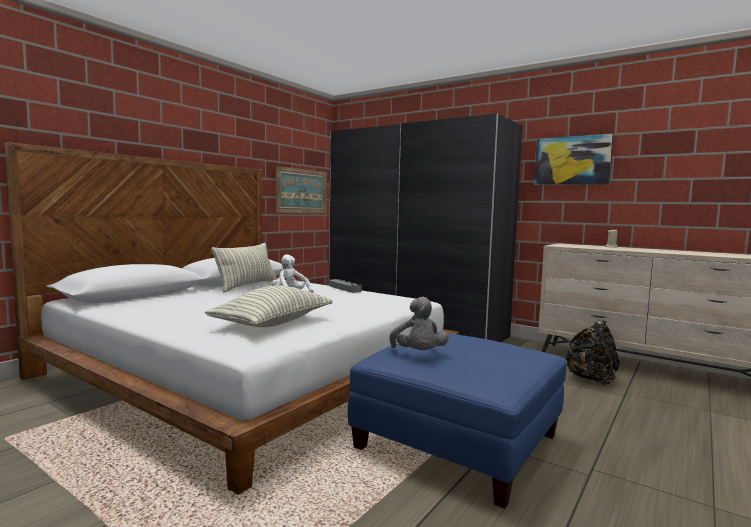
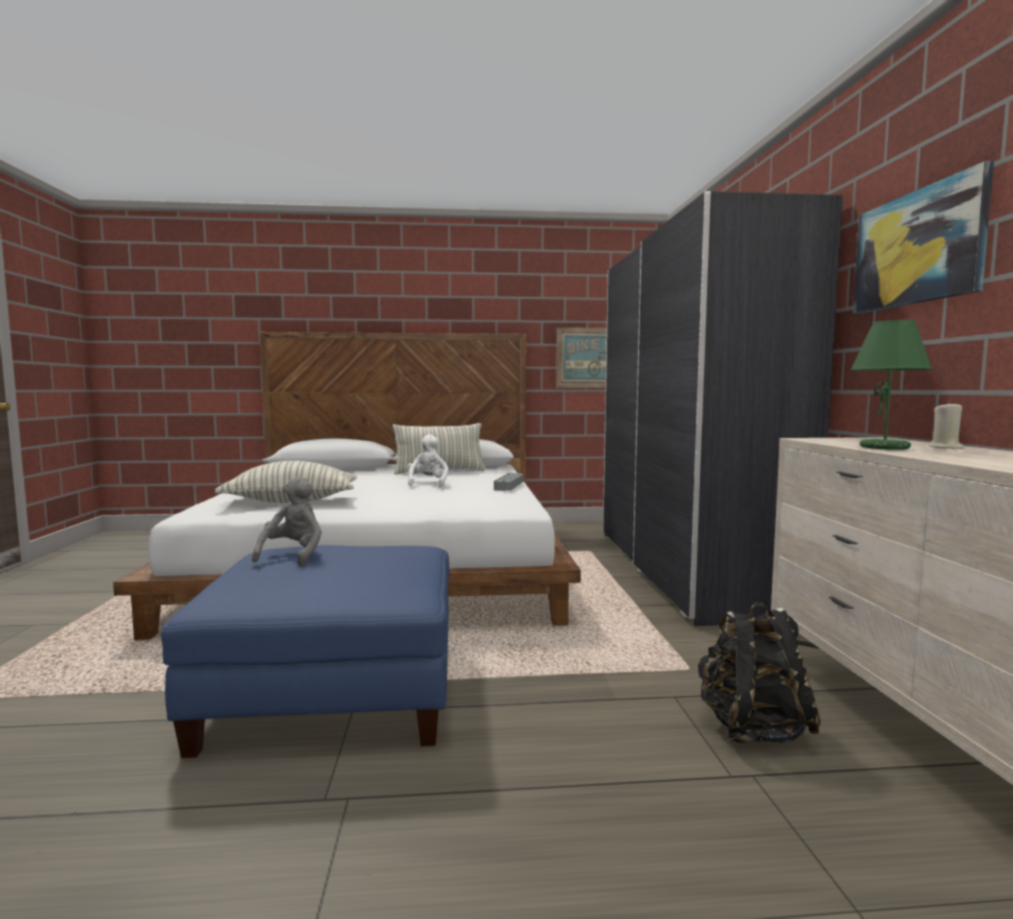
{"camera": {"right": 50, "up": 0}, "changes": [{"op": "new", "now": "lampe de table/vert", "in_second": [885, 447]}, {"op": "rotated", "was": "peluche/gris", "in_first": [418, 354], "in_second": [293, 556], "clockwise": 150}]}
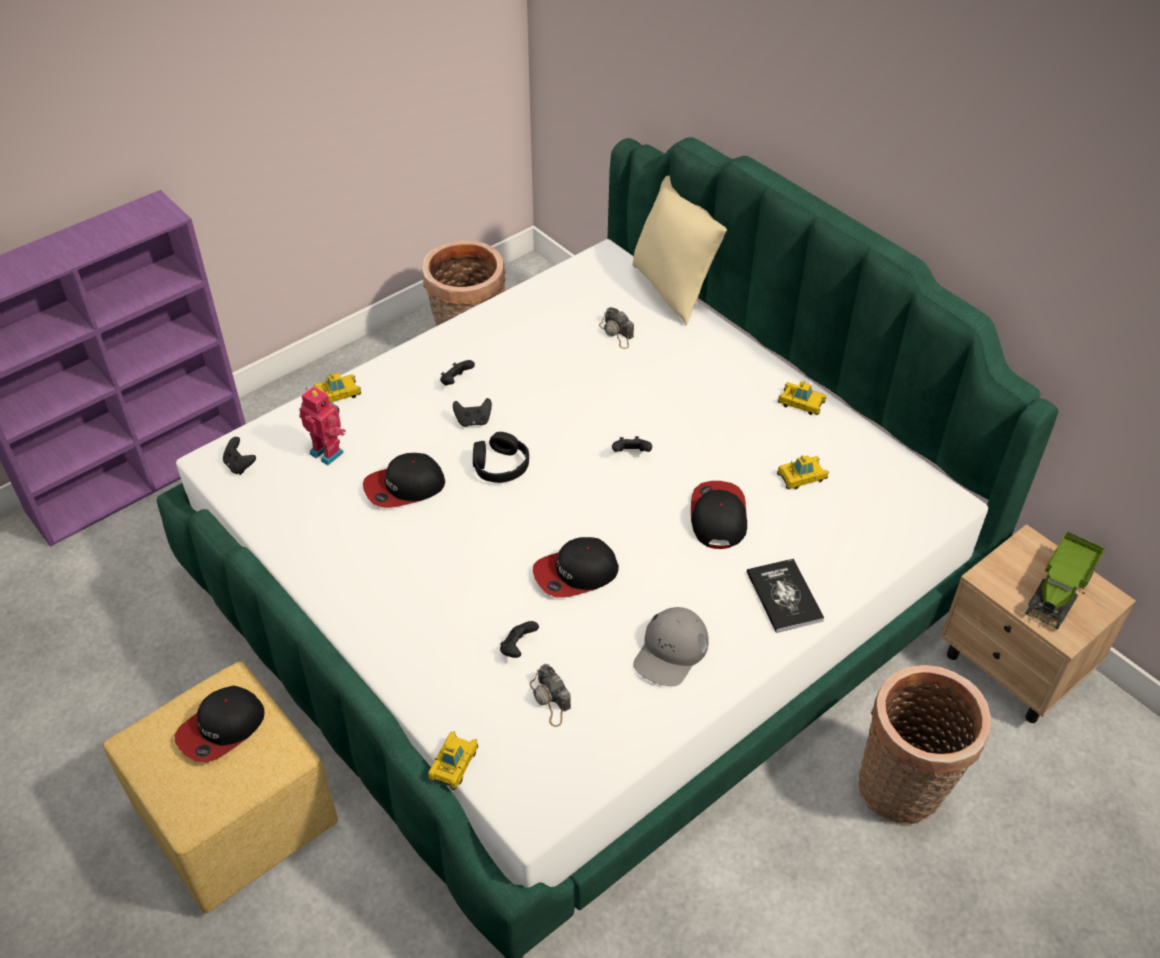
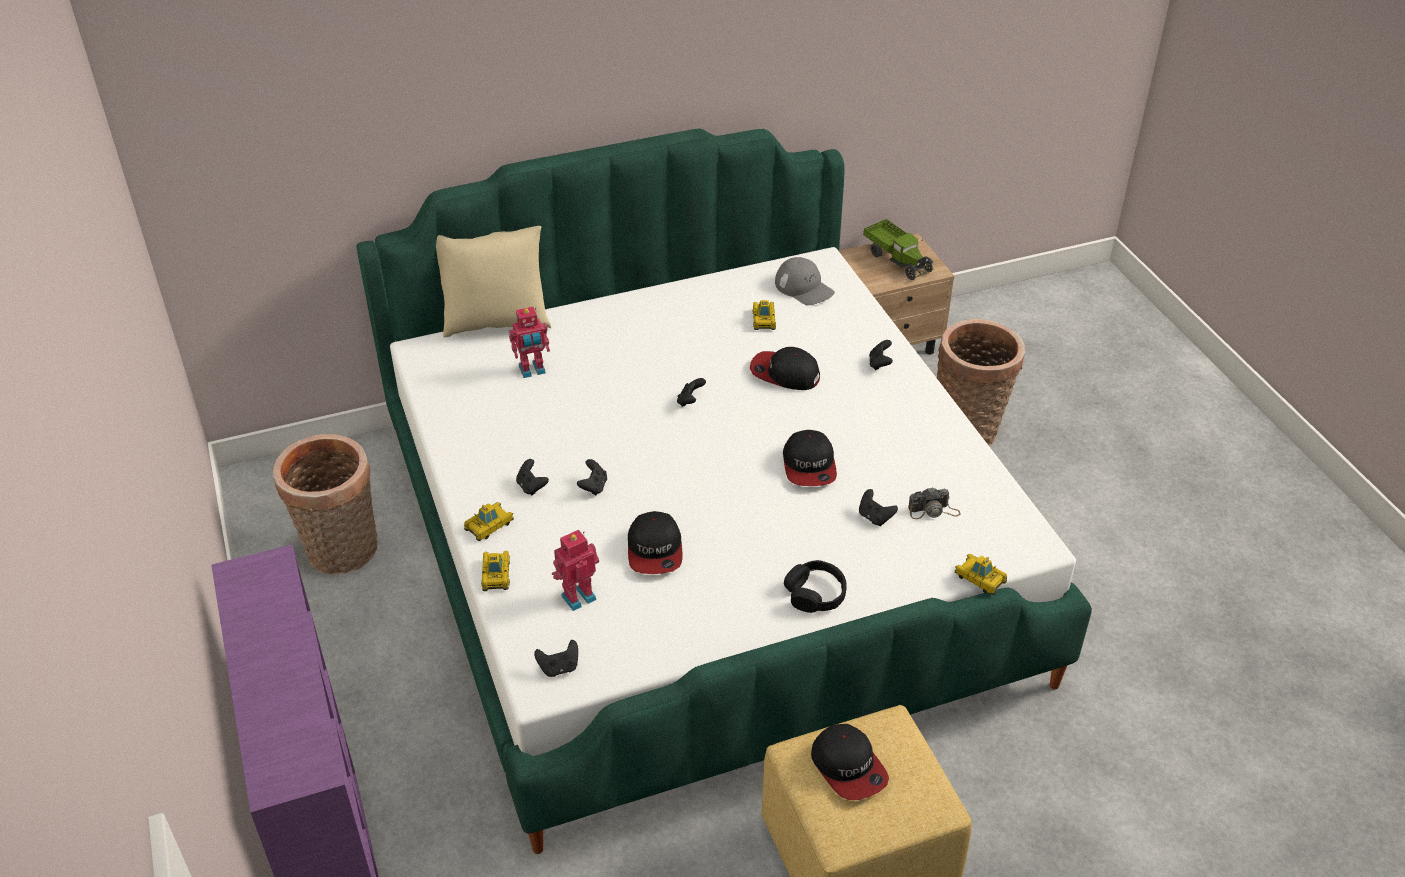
{"camera": {"right": -70, "up": -5}, "changes": [{"op": "shifted", "was": "casque audio/noir", "in_first": [500, 465], "in_second": [815, 594]}, {"op": "shifted", "was": "casquette/gris", "in_first": [670, 651], "in_second": [804, 287]}, {"op": "shifted", "was": "petite voiture", "in_first": [801, 403], "in_second": [489, 525]}, {"op": "swapped", "was": "appareil photo", "now": "robot jouet", "in_first": [617, 333], "in_second": [532, 370]}, {"op": "swapped", "was": "livre", "now": "manette/noir", "in_first": [784, 596], "in_second": [879, 364]}]}
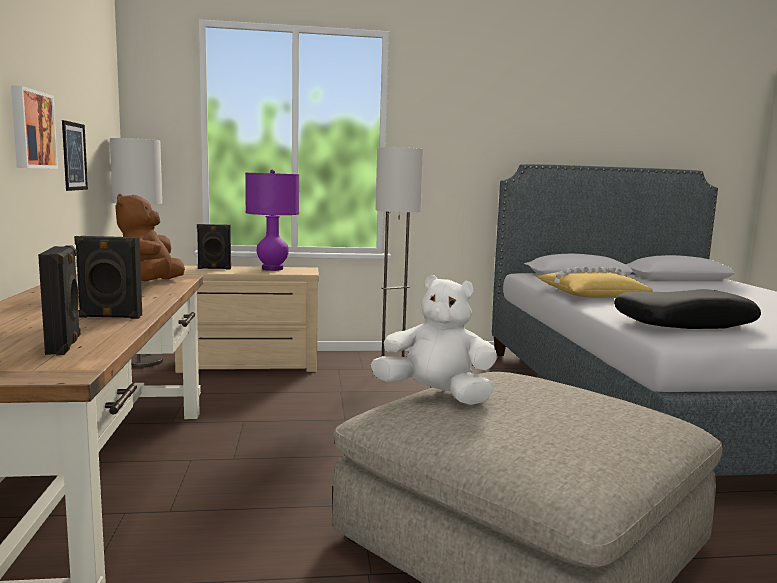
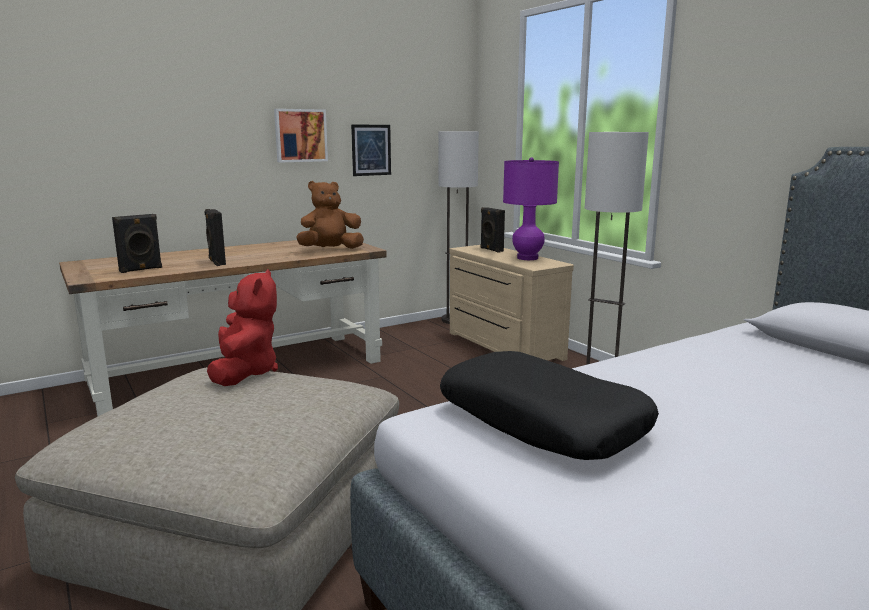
{"camera": {"right": 65, "up": 5}, "changes": [{"op": "gone", "was": "coussin/jaune", "in_first": [590, 294]}, {"op": "repainted", "was": "peluche/blanc", "now": "peluche/rouge", "in_first": [436, 395], "in_second": [245, 372]}]}
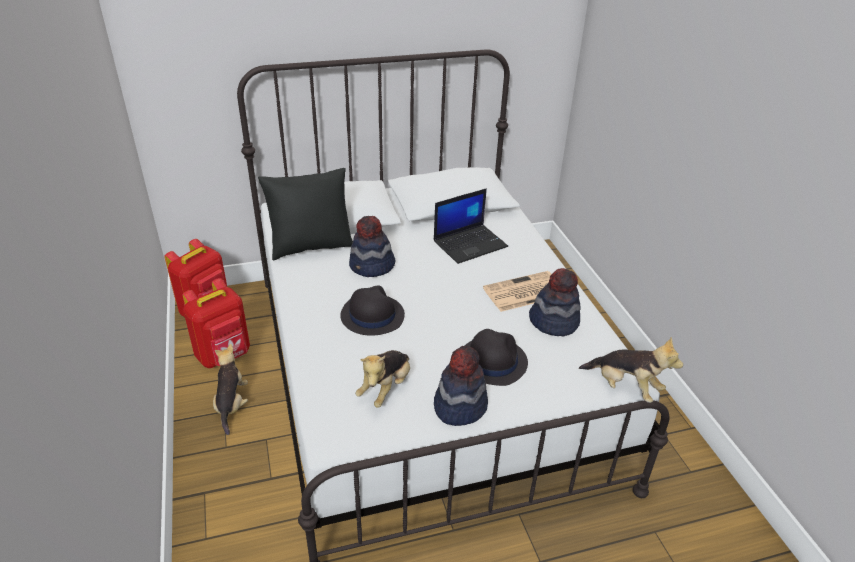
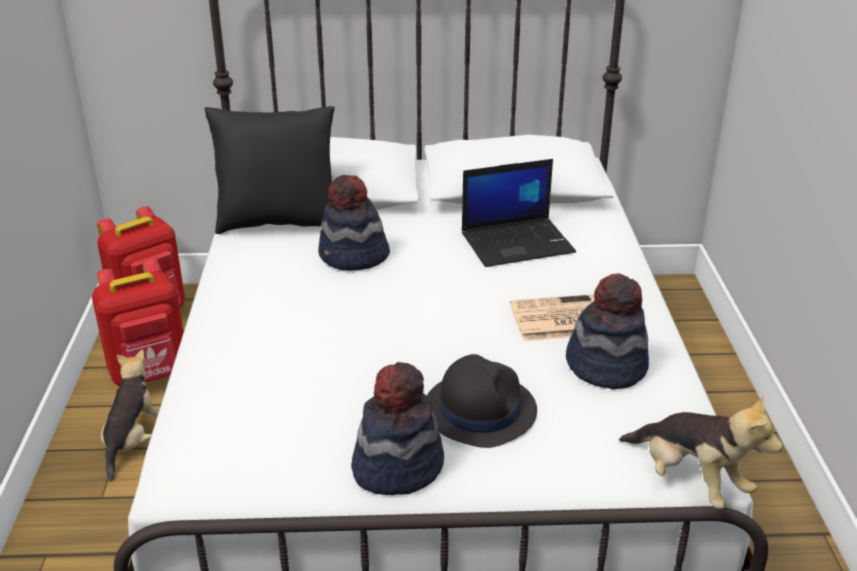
{"camera": {"right": 15, "up": -5}, "changes": [{"op": "gone", "was": "chapeau/noir", "in_first": [372, 315]}, {"op": "gone", "was": "peluche", "in_first": [386, 388]}]}
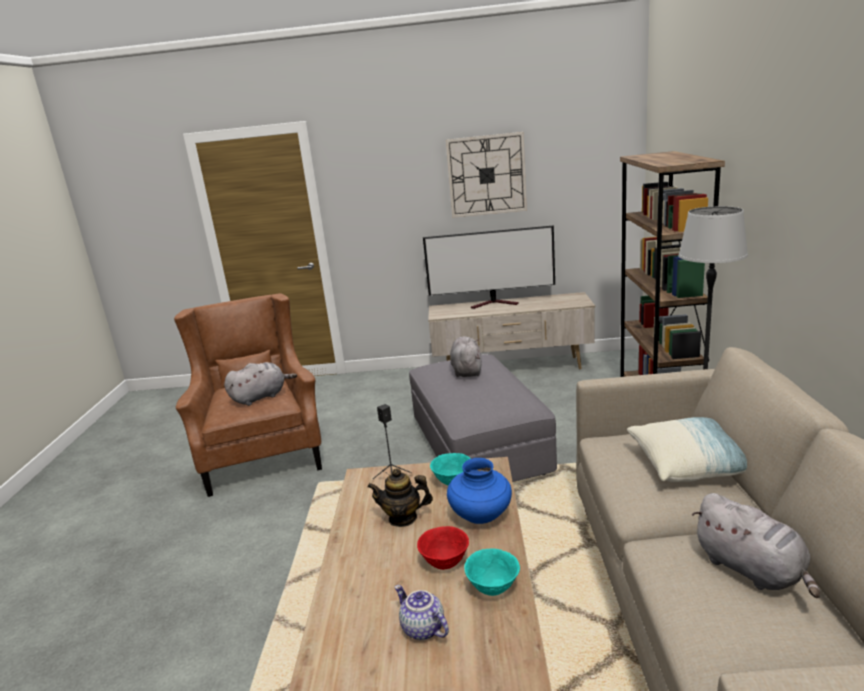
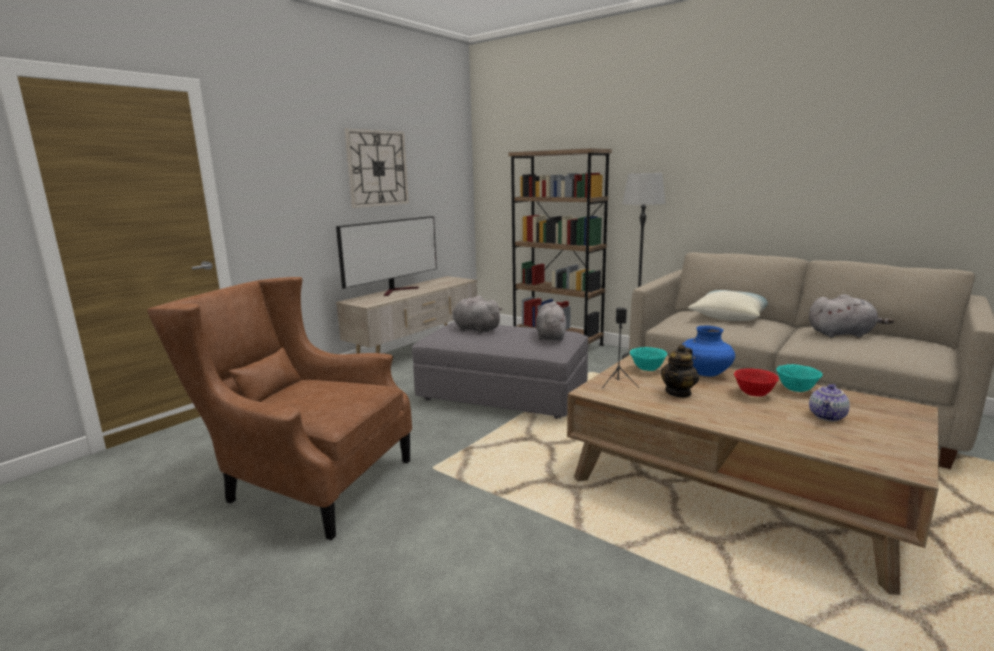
{"camera": {"right": -55, "up": -5}, "changes": [{"op": "shifted", "was": "peluche/gris", "in_first": [261, 397], "in_second": [550, 336]}, {"op": "rotated", "was": "théière", "in_first": [422, 629], "in_second": [828, 417], "clockwise": -45}]}
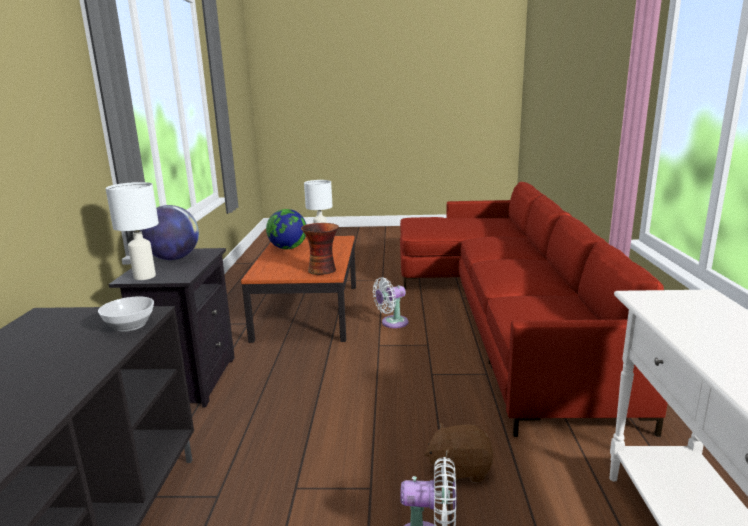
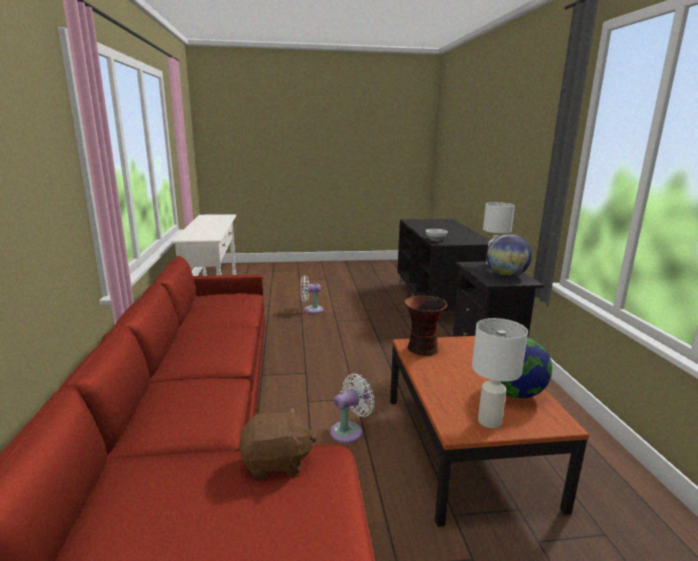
{"camera": {"right": 170, "up": 0}, "changes": [{"op": "shifted", "was": "peluche/marron", "in_first": [460, 469], "in_second": [276, 462]}]}
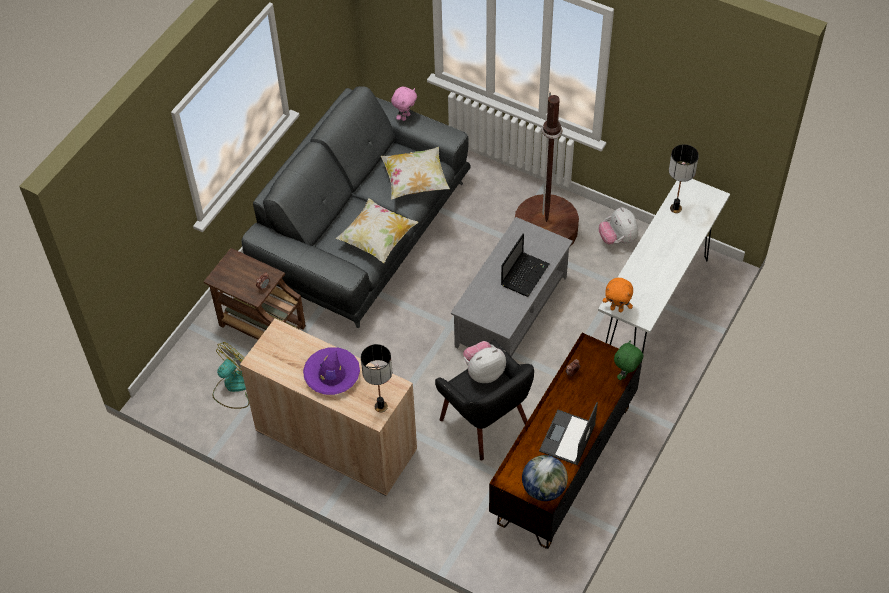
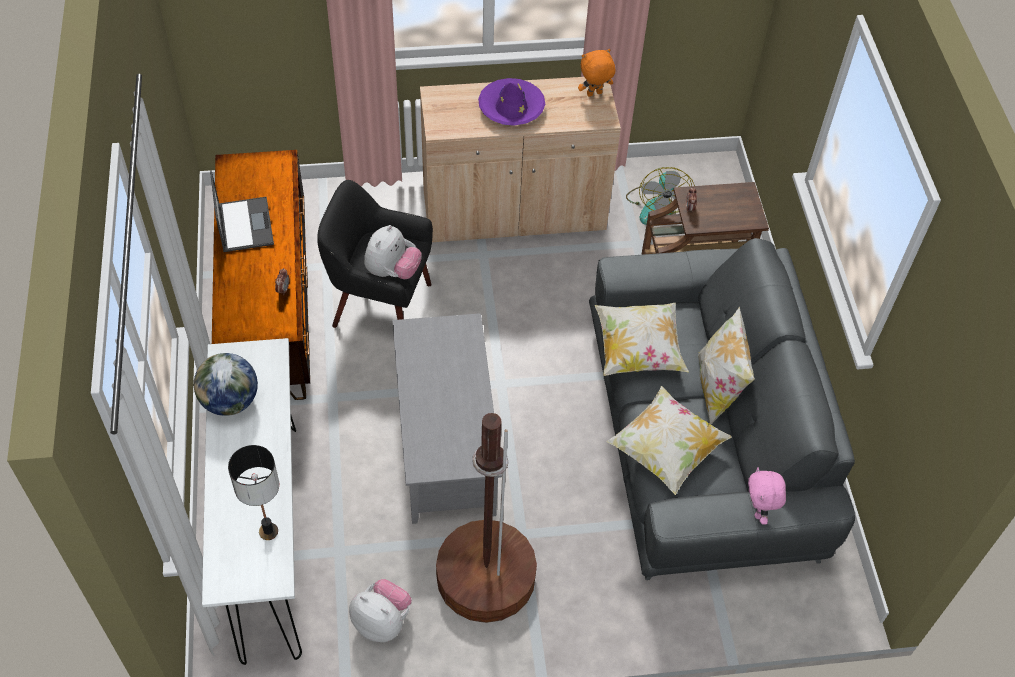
{"camera": {"right": 140, "up": 0}, "changes": [{"op": "gone", "was": "lampe de table", "in_first": [380, 406]}, {"op": "gone", "was": "ordinateur portable", "in_first": [525, 274]}, {"op": "gone", "was": "peluche/vert", "in_first": [626, 374]}, {"op": "new", "now": "coussin", "in_second": [718, 388]}, {"op": "shifted", "was": "globe", "in_first": [544, 489], "in_second": [230, 401]}, {"op": "shifted", "was": "peluche/orange", "in_first": [617, 309], "in_second": [594, 94]}]}
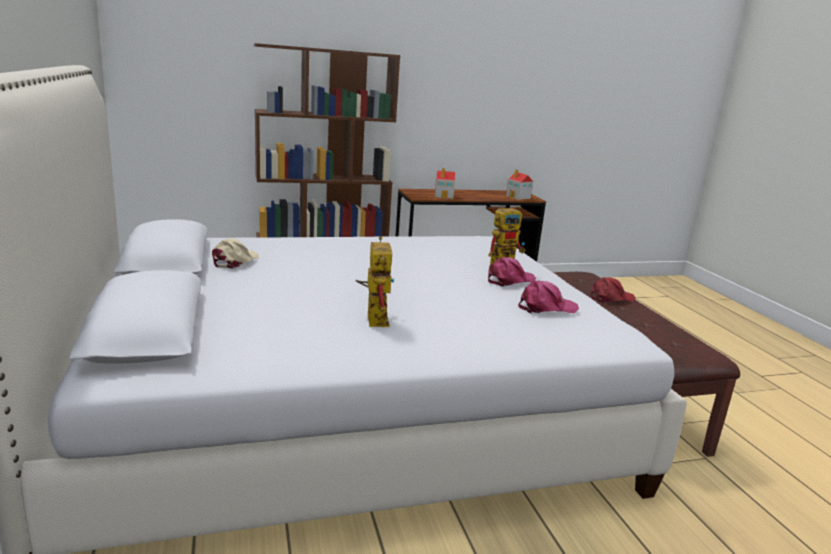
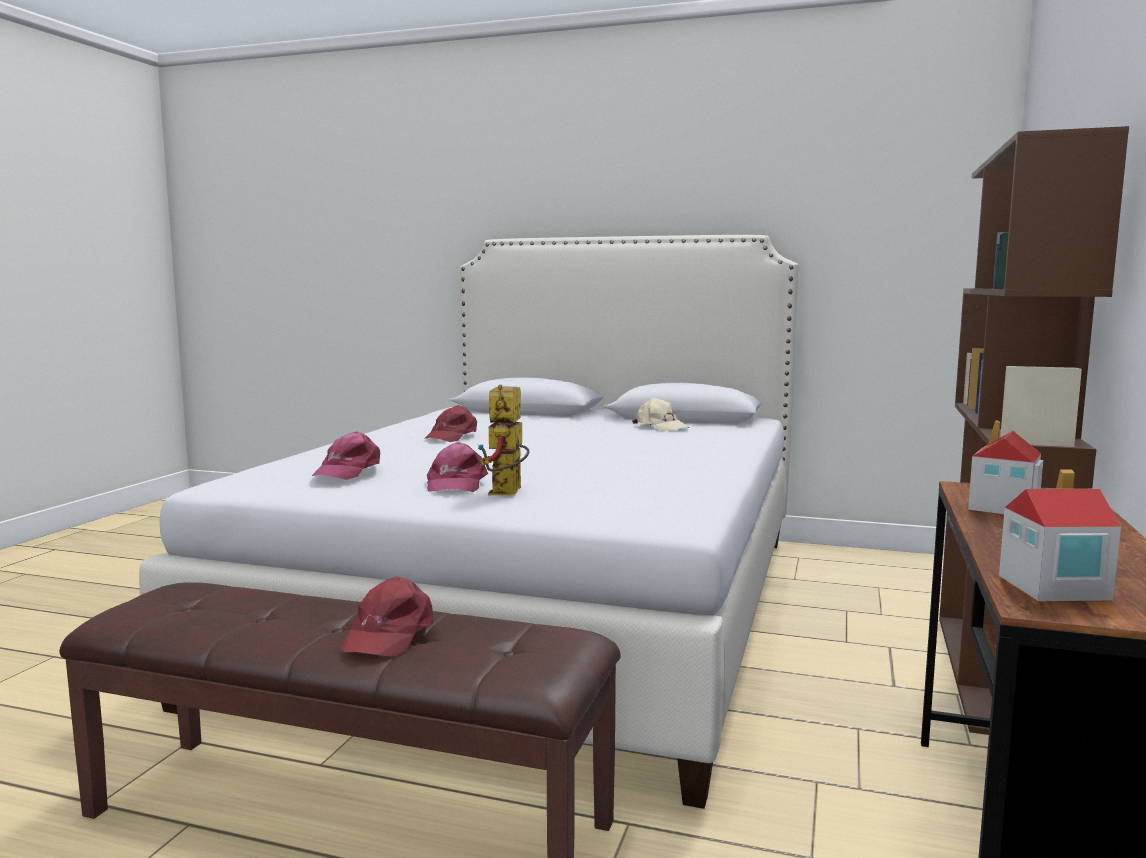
{"camera": {"right": 125, "up": -10}, "changes": [{"op": "swapped", "was": "robot jouet", "now": "casquette/rouge", "in_first": [374, 318], "in_second": [451, 436]}]}
